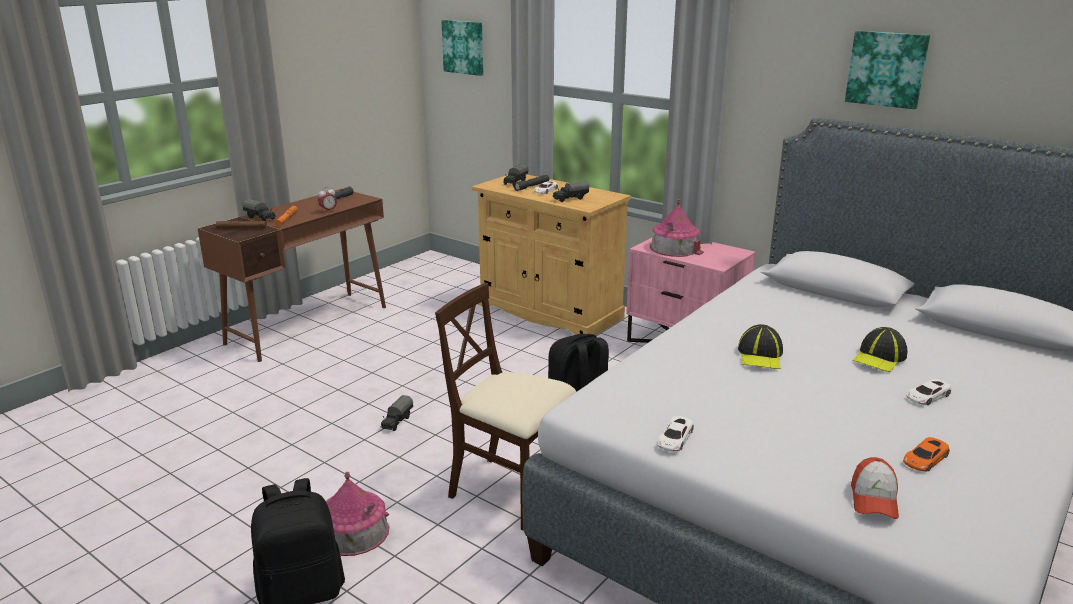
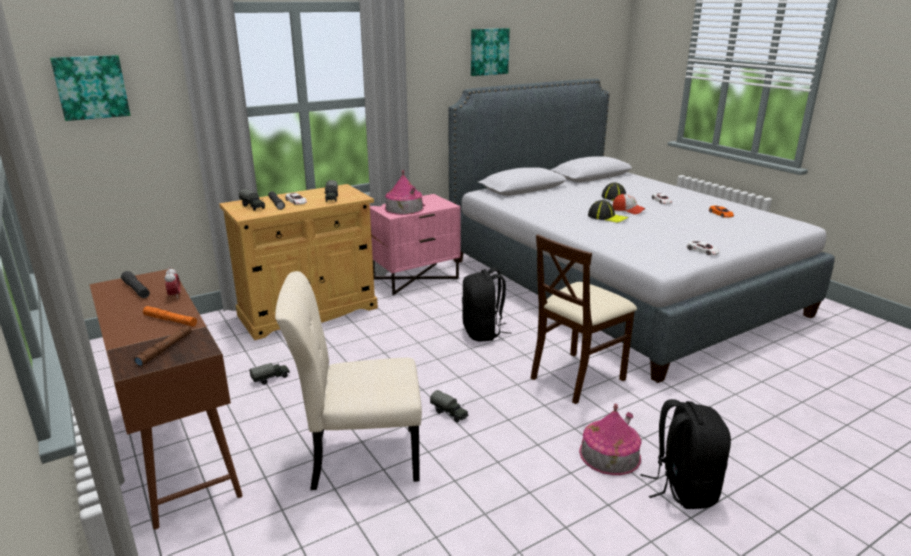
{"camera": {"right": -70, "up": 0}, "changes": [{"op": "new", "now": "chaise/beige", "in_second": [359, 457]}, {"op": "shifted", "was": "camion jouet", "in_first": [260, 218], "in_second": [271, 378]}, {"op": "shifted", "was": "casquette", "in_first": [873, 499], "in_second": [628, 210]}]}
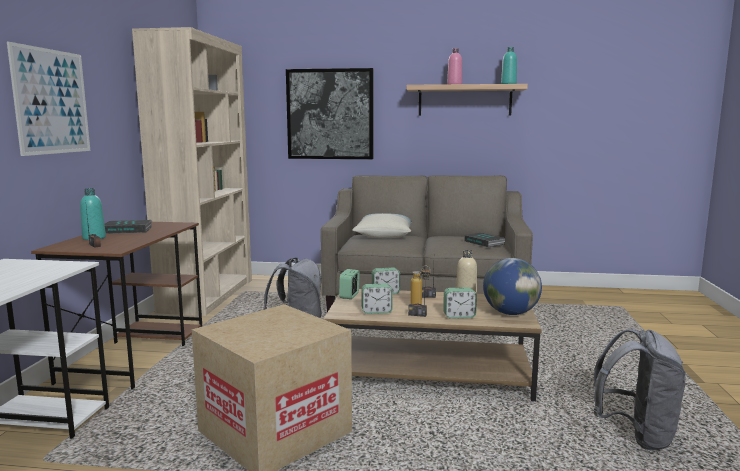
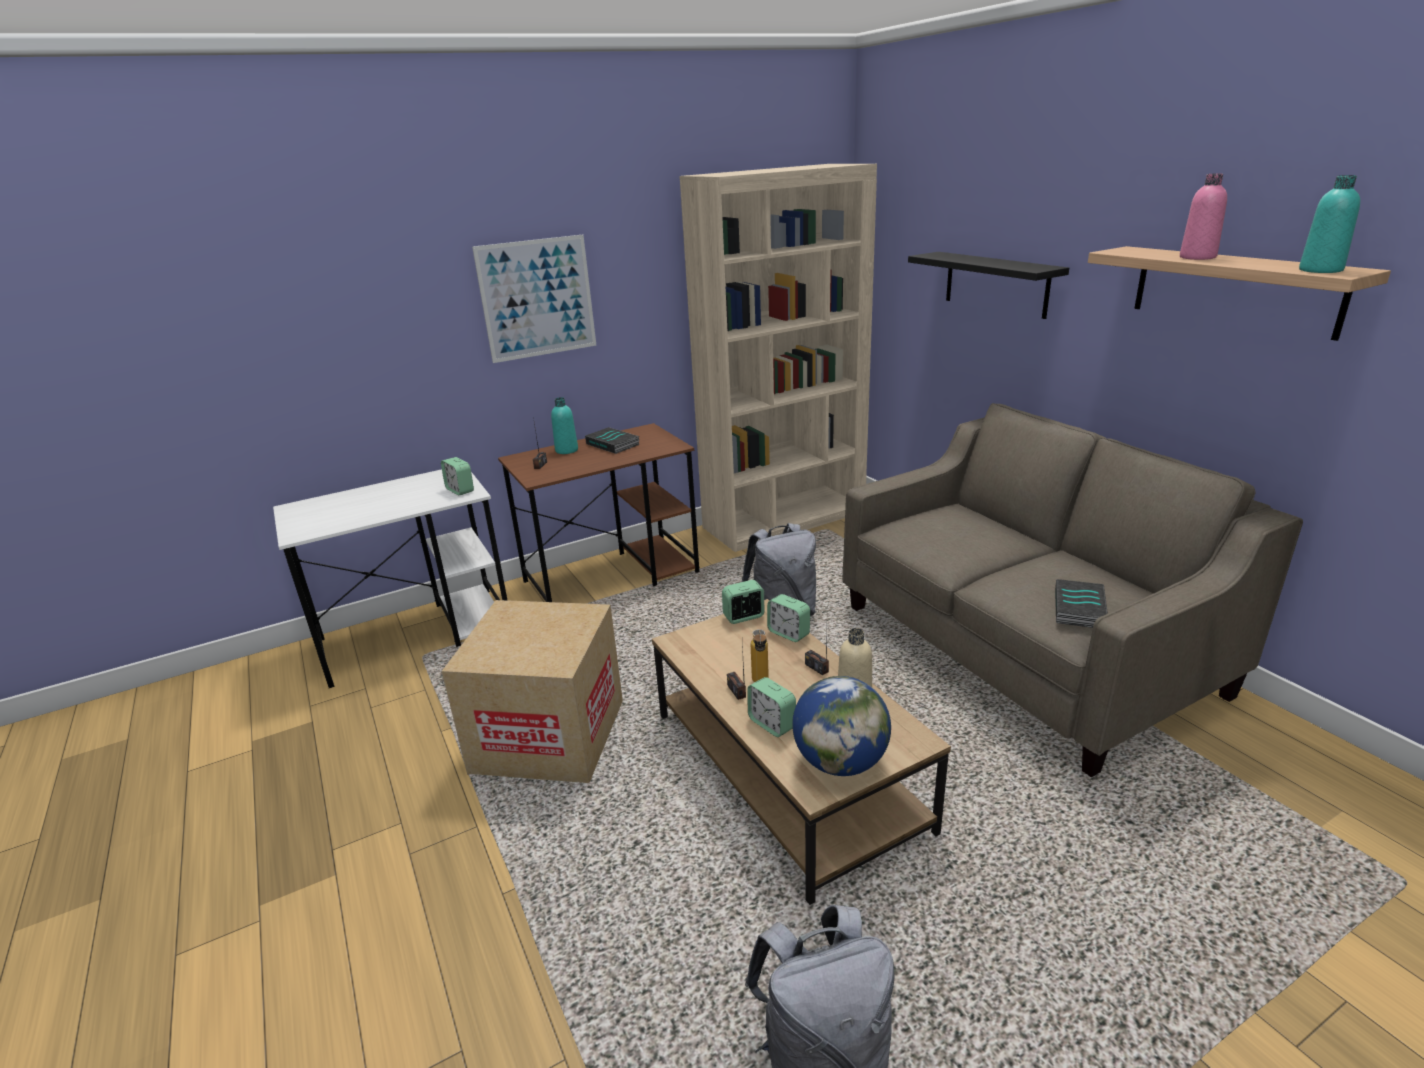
{"camera": {"right": 55, "up": 15}, "changes": [{"op": "gone", "was": "coussin", "in_first": [384, 235]}, {"op": "shifted", "was": "réveil", "in_first": [376, 311], "in_second": [460, 490]}, {"op": "swapped", "was": "tableau", "now": "étagère/noir", "in_first": [330, 114], "in_second": [996, 284]}]}
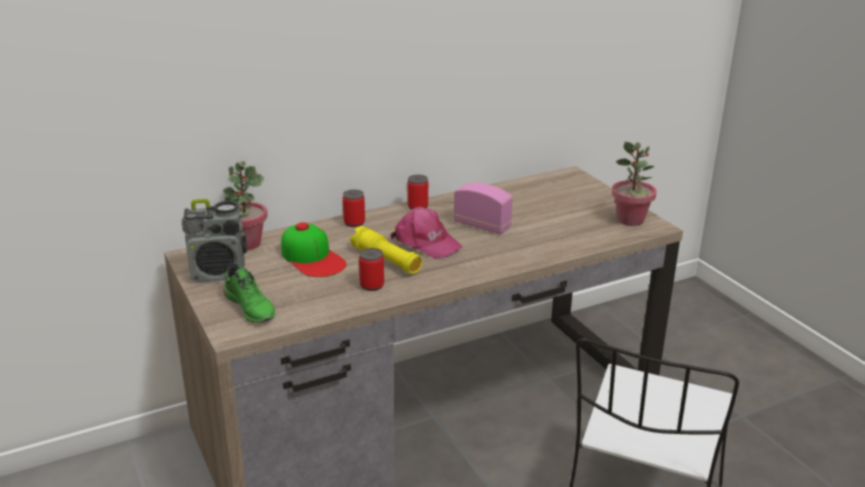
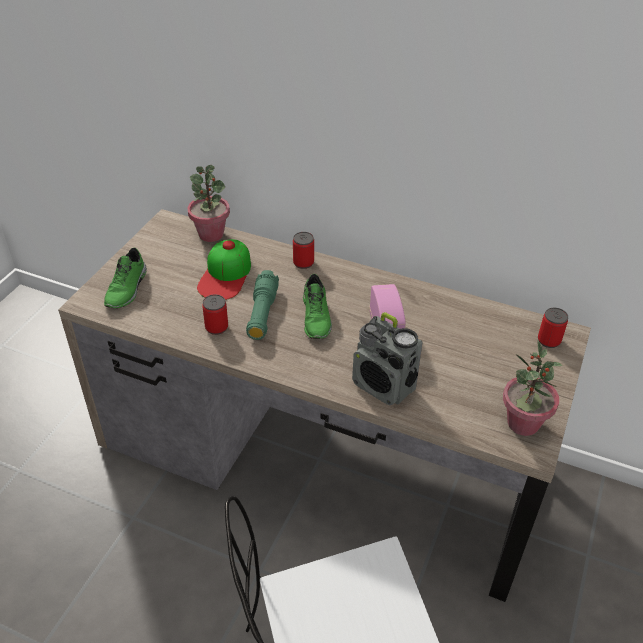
{"camera": {"right": 50, "up": 15}, "changes": [{"op": "shifted", "was": "radio", "in_first": [219, 273], "in_second": [384, 386]}, {"op": "shifted", "was": "boîte métallique", "in_first": [417, 206], "in_second": [548, 340]}, {"op": "swapped", "was": "casquette/rose", "now": "chaussure/vert", "in_first": [426, 242], "in_second": [317, 317]}, {"op": "repainted", "was": "lampe de poche/jaune", "now": "lampe de poche/vert", "in_first": [386, 261], "in_second": [262, 313]}]}
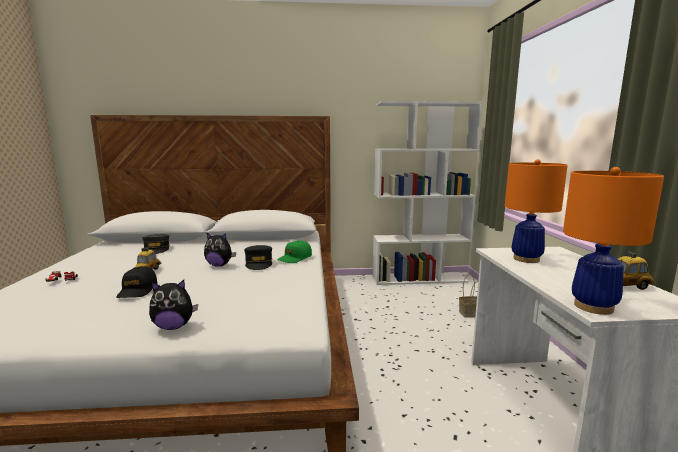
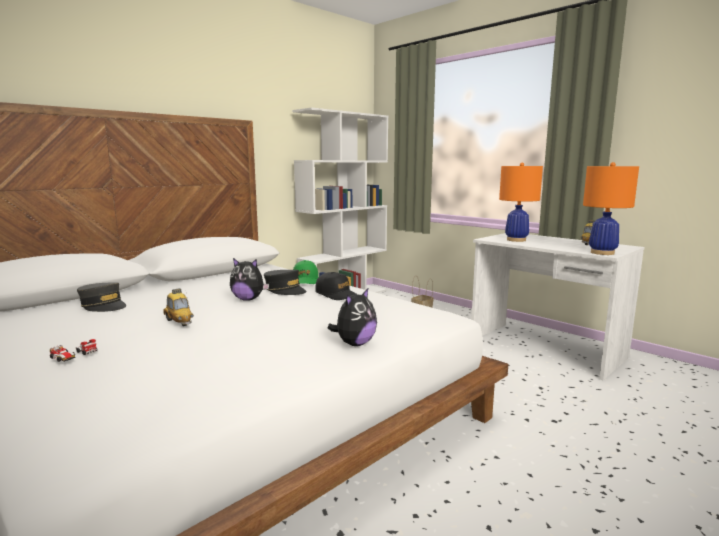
{"camera": {"right": -40, "up": 0}, "changes": [{"op": "shifted", "was": "casquette/noir", "in_first": [138, 290], "in_second": [336, 294]}, {"op": "rotated", "was": "peluche", "in_first": [219, 265], "in_second": [248, 299], "clockwise": 45}]}
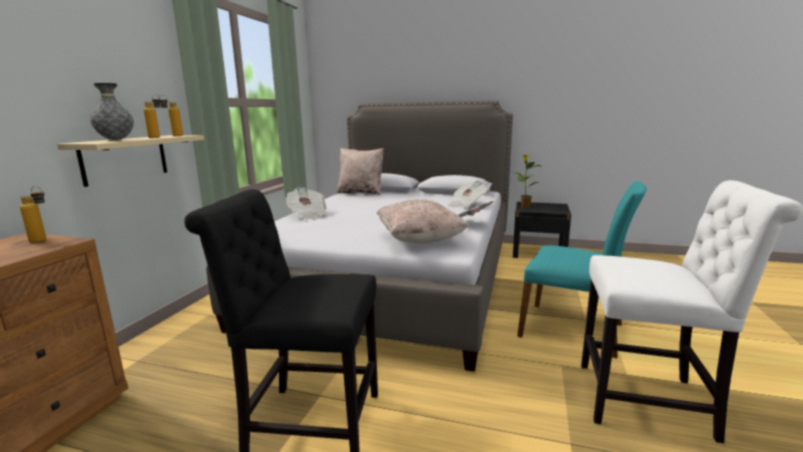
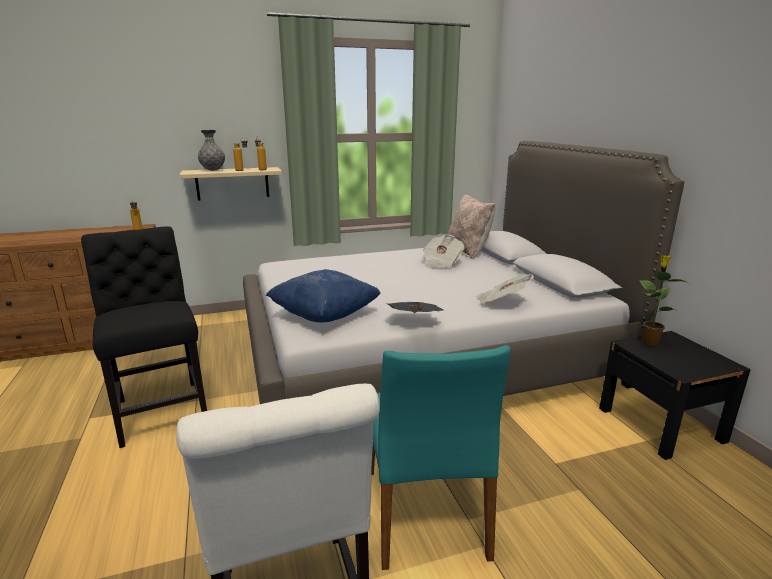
{"camera": {"right": 55, "up": 5}, "changes": [{"op": "shifted", "was": "journal", "in_first": [307, 214], "in_second": [441, 263]}, {"op": "repainted", "was": "coussin/beige", "now": "coussin/bleu", "in_first": [419, 240], "in_second": [325, 315]}]}
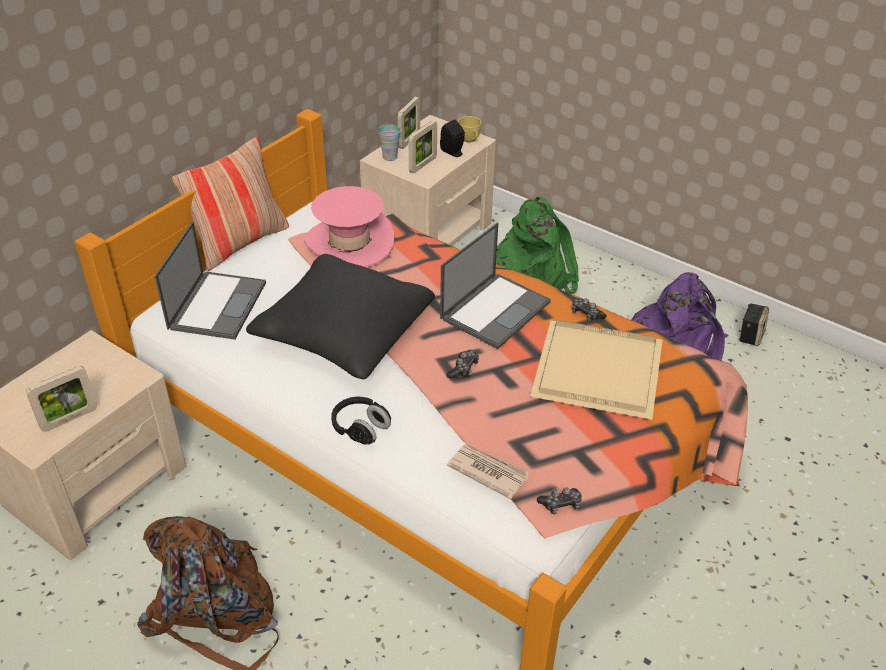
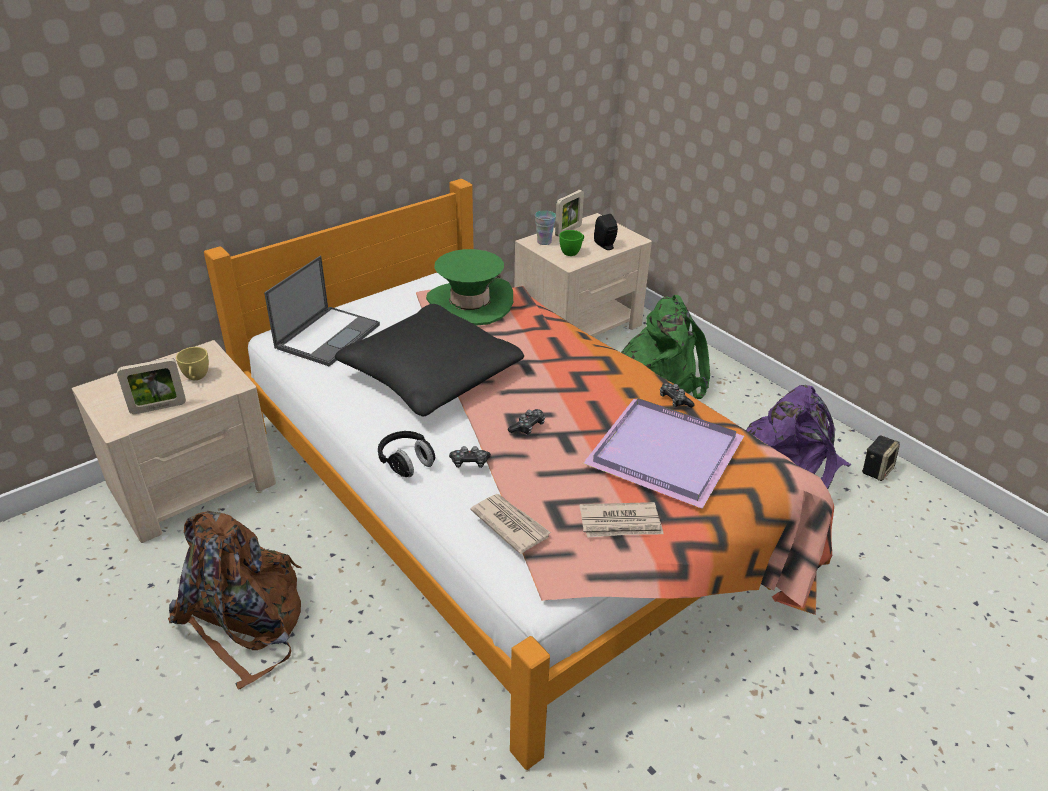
{"camera": {"right": 15, "up": -5}, "changes": [{"op": "gone", "was": "coussin", "in_first": [240, 242]}, {"op": "gone", "was": "ordinateur portable", "in_first": [495, 309]}, {"op": "new", "now": "journal", "in_second": [621, 523]}, {"op": "shifted", "was": "tasse/jaune", "in_first": [470, 140], "in_second": [196, 378]}, {"op": "shifted", "was": "manette", "in_first": [561, 504], "in_second": [469, 462]}, {"op": "swapped", "was": "cadre photo", "now": "tasse/vert", "in_first": [423, 165], "in_second": [572, 252]}, {"op": "repainted", "was": "chapeau/rose", "now": "chapeau/vert", "in_first": [349, 243], "in_second": [470, 303]}, {"op": "repainted", "was": "plateau/beige", "now": "plateau/violet", "in_first": [595, 372], "in_second": [661, 454]}]}
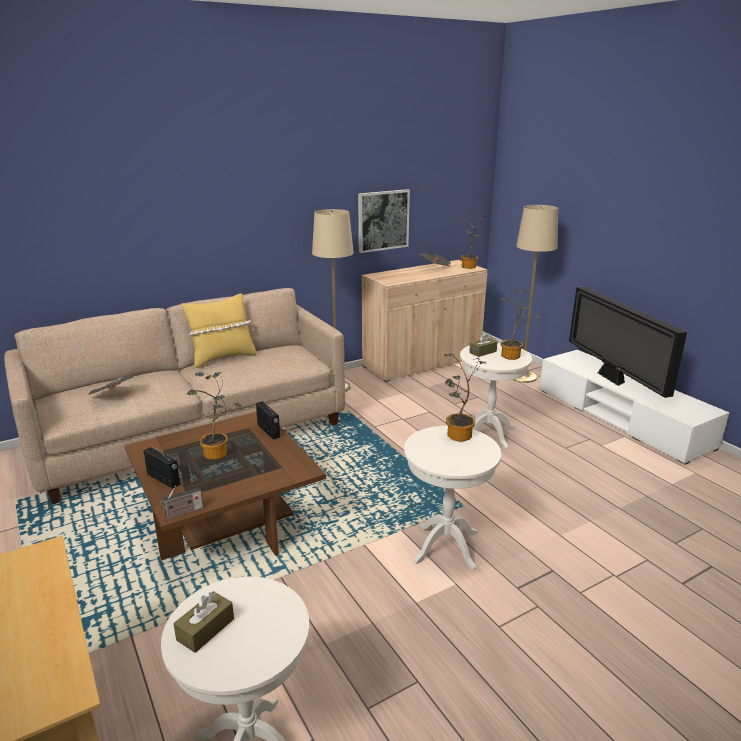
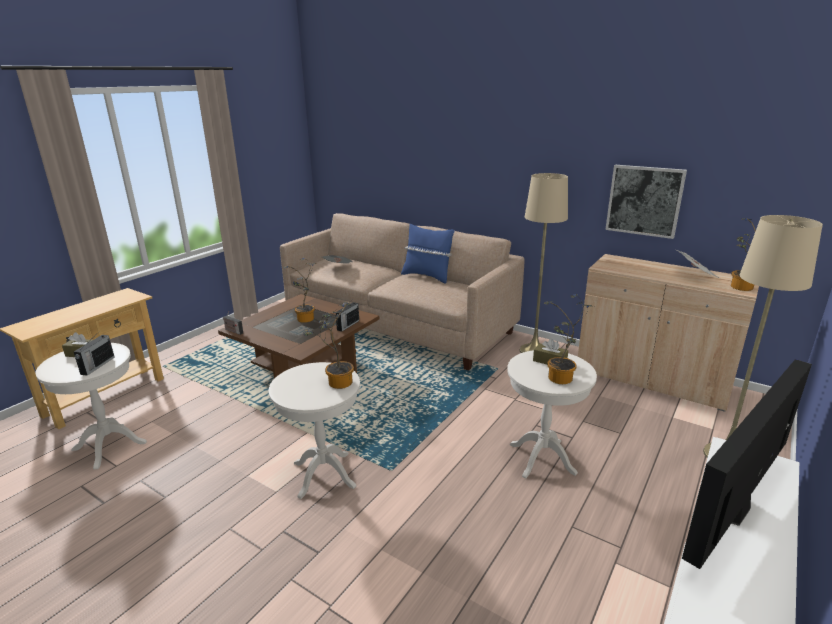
{"camera": {"right": 65, "up": 0}, "changes": [{"op": "shifted", "was": "radio", "in_first": [163, 480], "in_second": [97, 366]}, {"op": "repainted", "was": "coussin/jaune", "now": "coussin/bleu", "in_first": [222, 358], "in_second": [427, 276]}]}
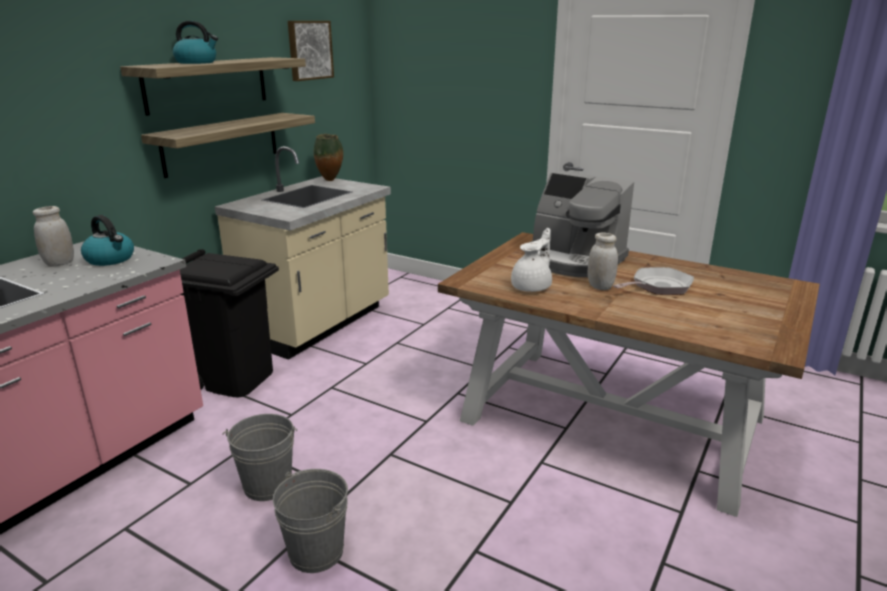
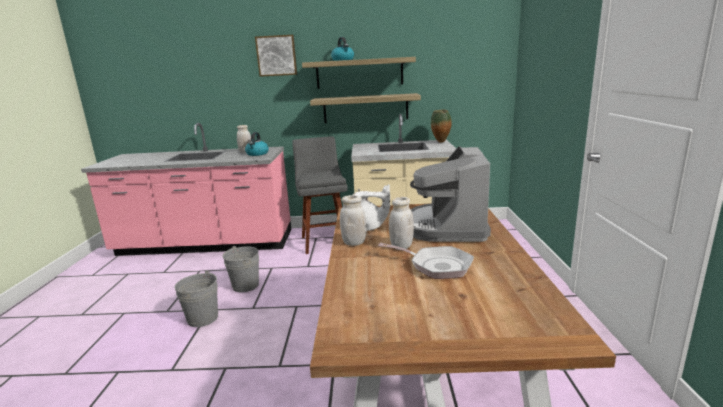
{"camera": {"right": 60, "up": -5}, "changes": [{"op": "new", "now": "bocal/blanc", "in_second": [354, 242]}, {"op": "shifted", "was": "tableau", "in_first": [309, 50], "in_second": [276, 56]}, {"op": "swapped", "was": "poubelle/noir", "now": "tabouret/gris", "in_first": [234, 378], "in_second": [325, 241]}]}
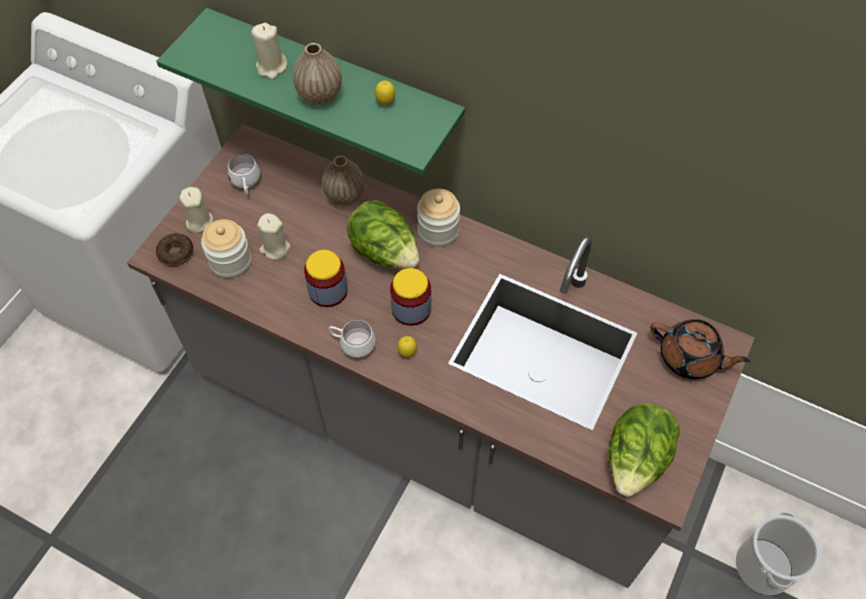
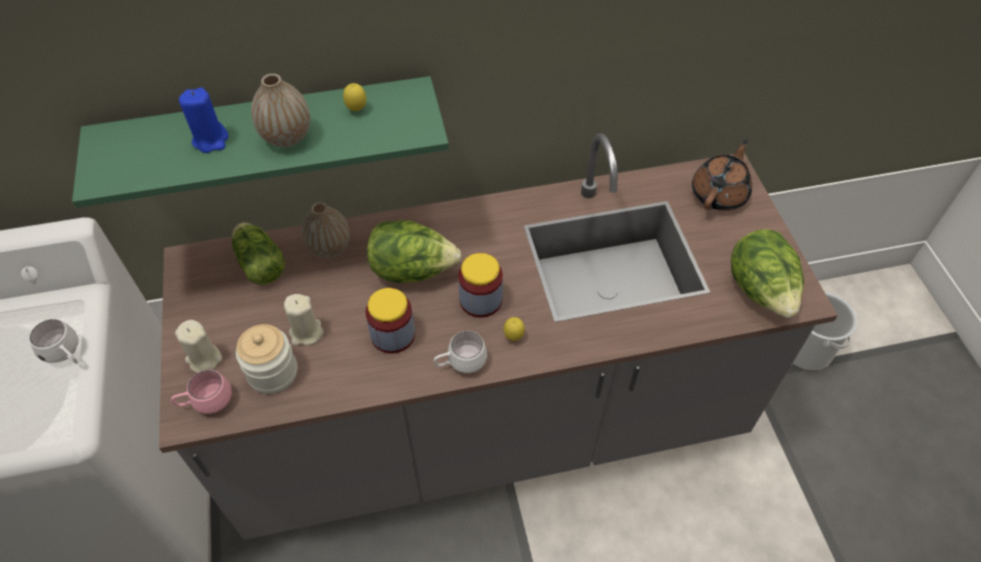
{"camera": {"right": -40, "up": -5}, "changes": [{"op": "gone", "was": "bocal", "in_first": [438, 231]}, {"op": "new", "now": "laitue", "in_second": [259, 262]}, {"op": "shifted", "was": "mug/blanc", "in_first": [246, 185], "in_second": [67, 355]}, {"op": "swapped", "was": "beignet", "now": "mug/rose", "in_first": [176, 253], "in_second": [207, 403]}, {"op": "repainted", "was": "bougie/beige", "now": "bougie/bleu", "in_first": [271, 67], "in_second": [211, 140]}, {"op": "rotated", "was": "théière/marron", "in_first": [690, 358], "in_second": [719, 194], "clockwise": -45}]}
